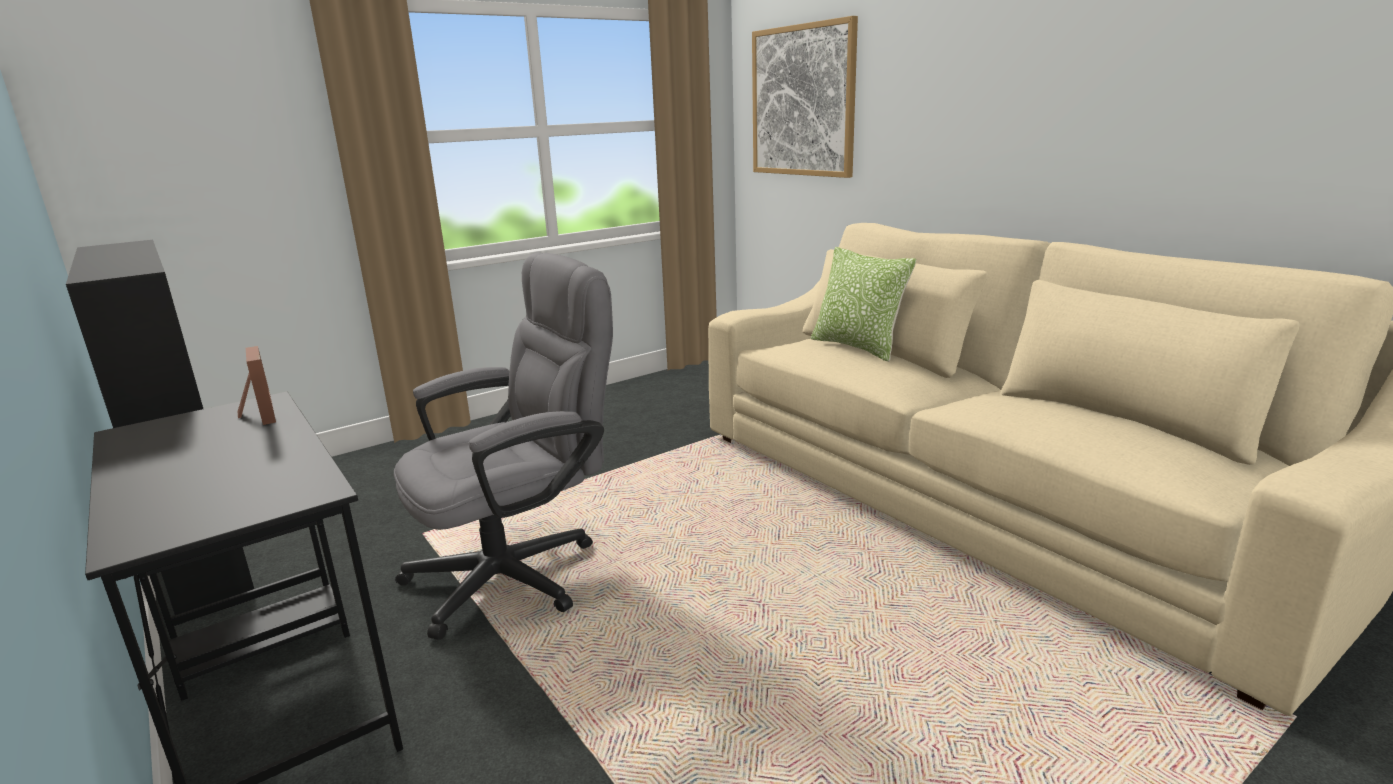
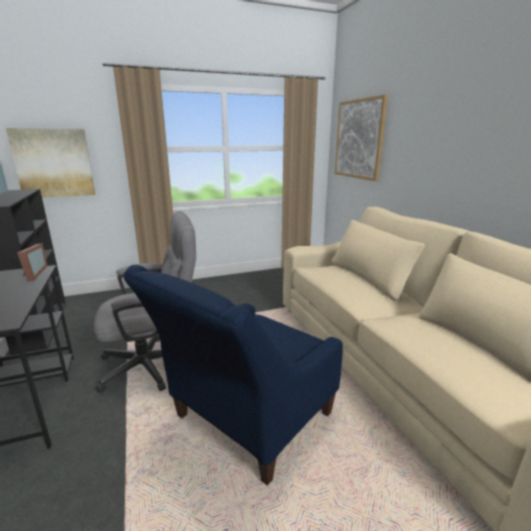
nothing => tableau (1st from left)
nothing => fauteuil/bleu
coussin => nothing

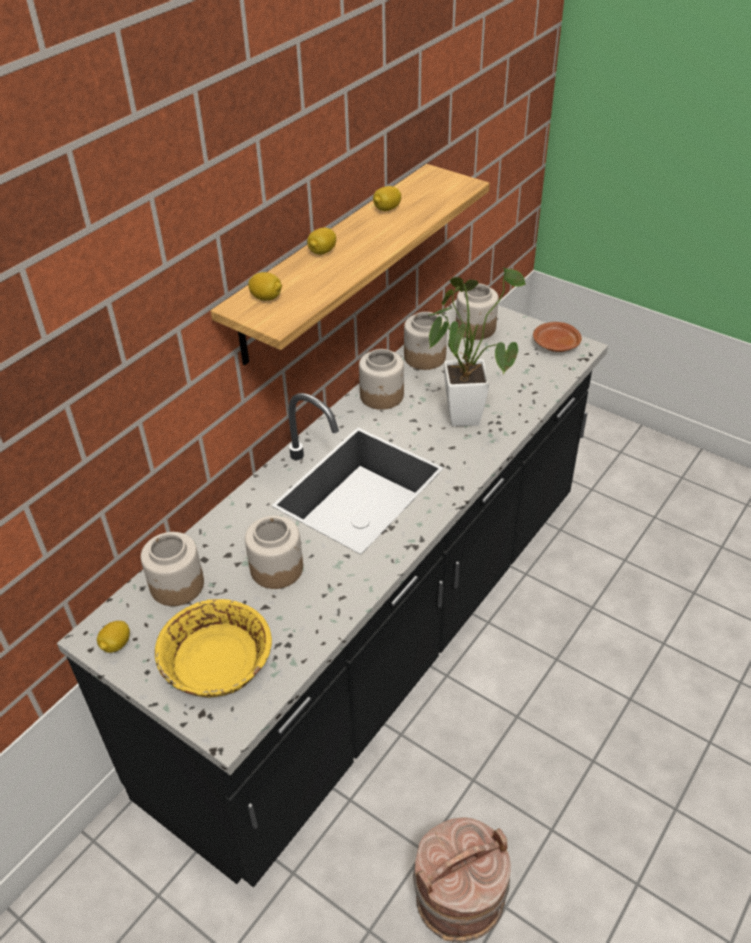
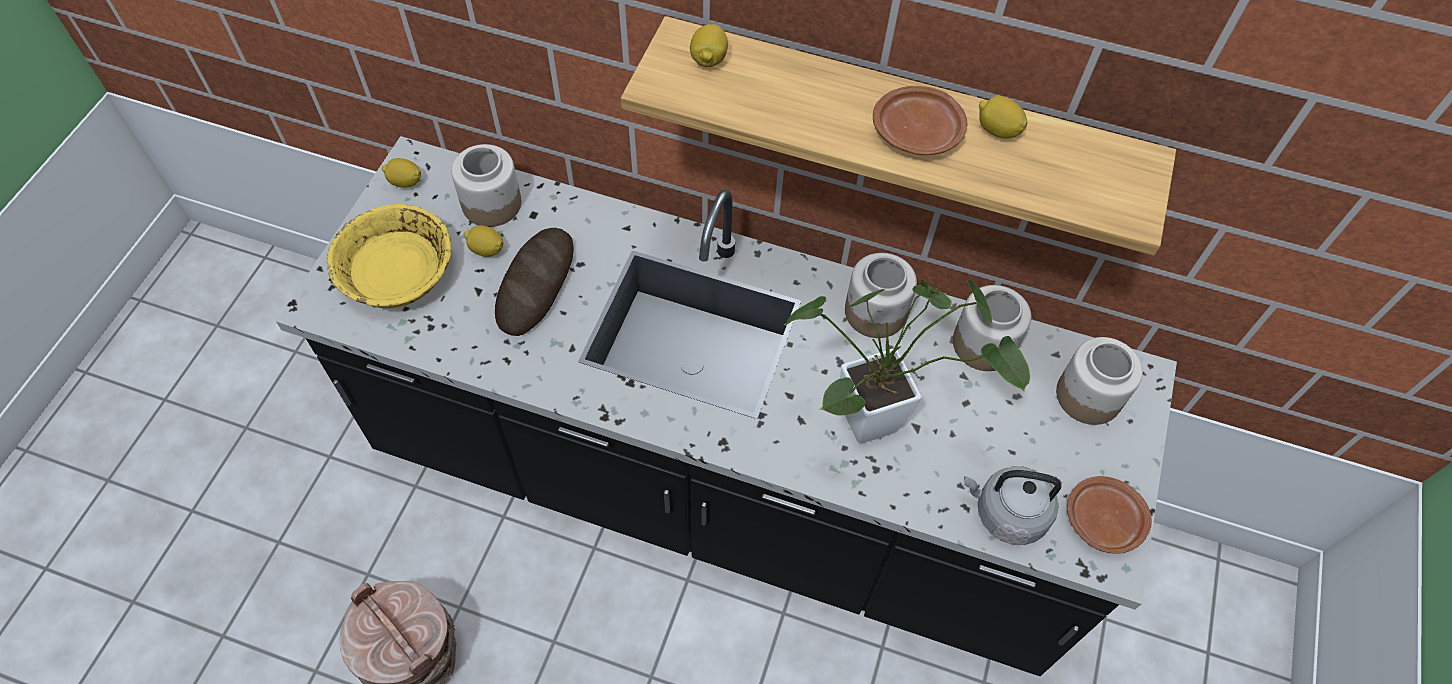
citron (3rd from left in the first image) => citron (2nd from left), moved
bocal (2nd from left) => pain
nothing => assiette/marron (1st from left)
nothing => bouilloire/gris

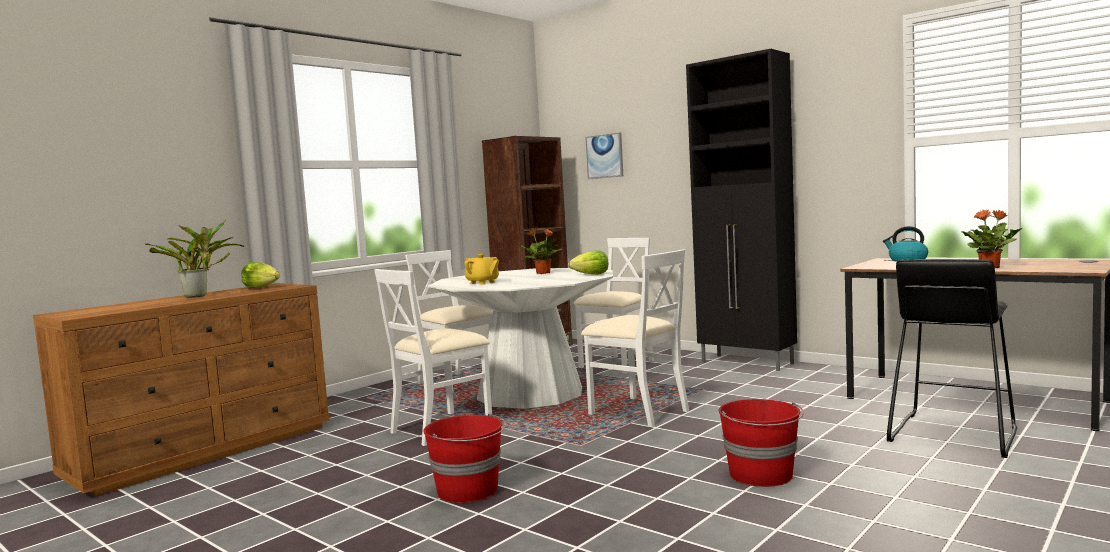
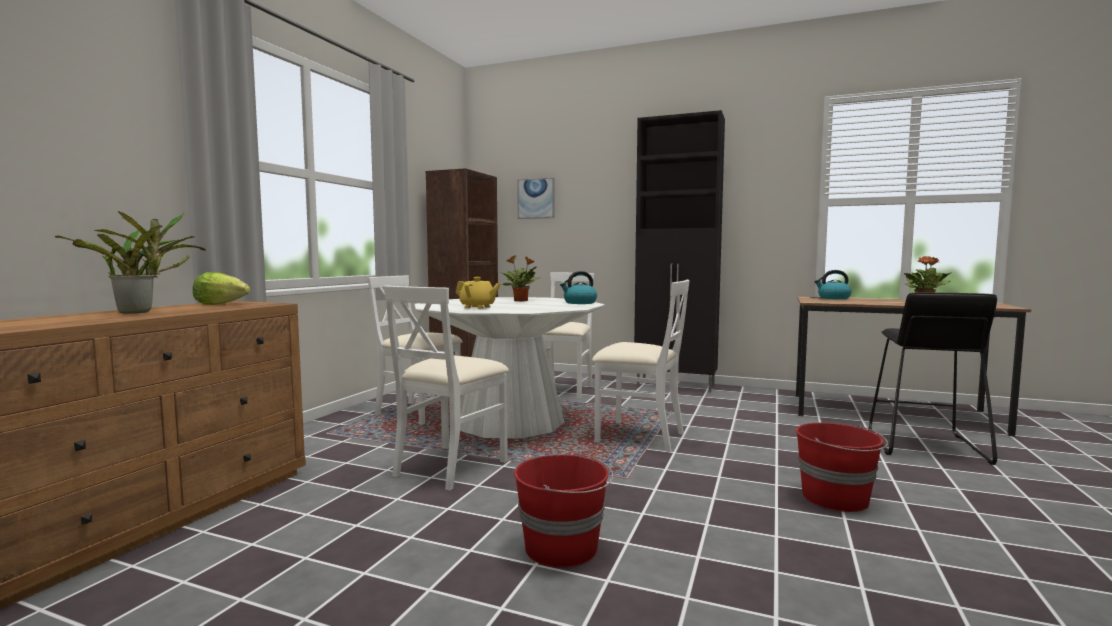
laitue (2nd from left) => bouilloire (1st from left)

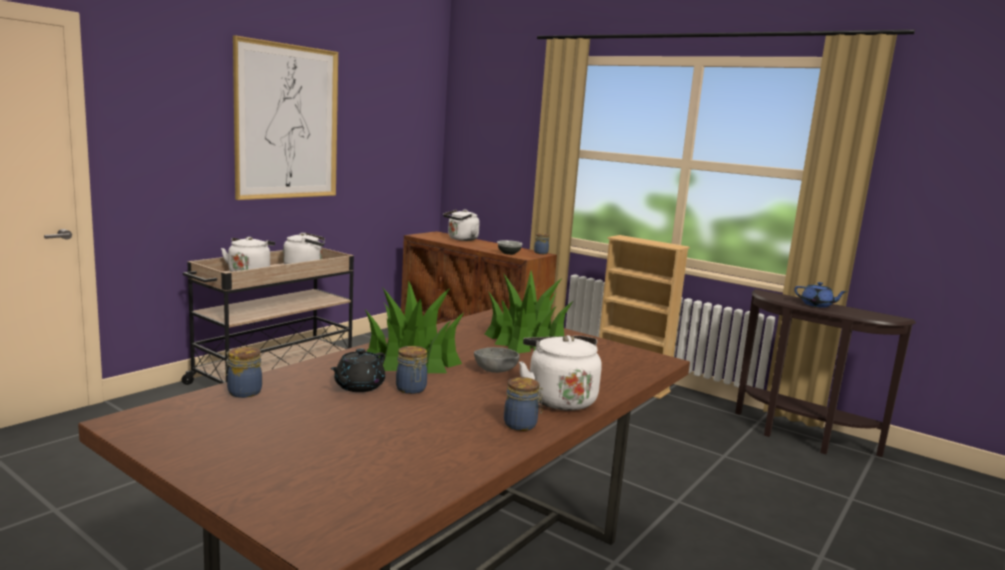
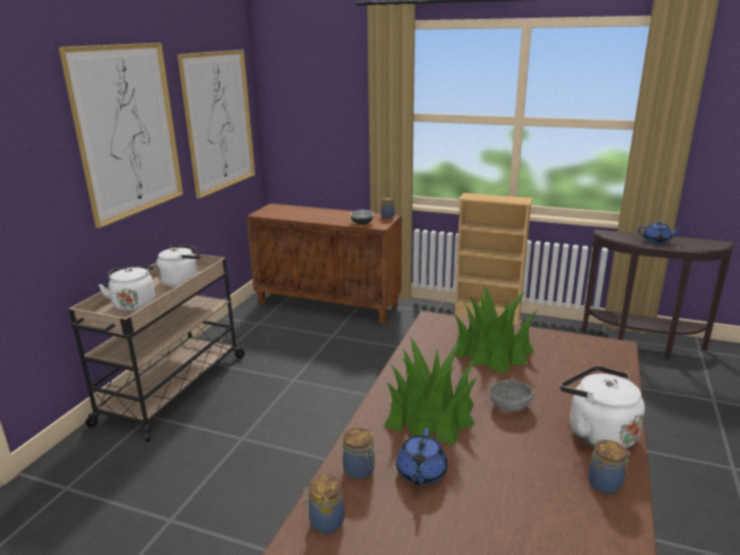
nothing => tableau (2nd from left)
bocal (2nd from left), moved
théière/noir => théière/bleu (1st from left)
bouilloire/blanc (3rd from left) => nothing

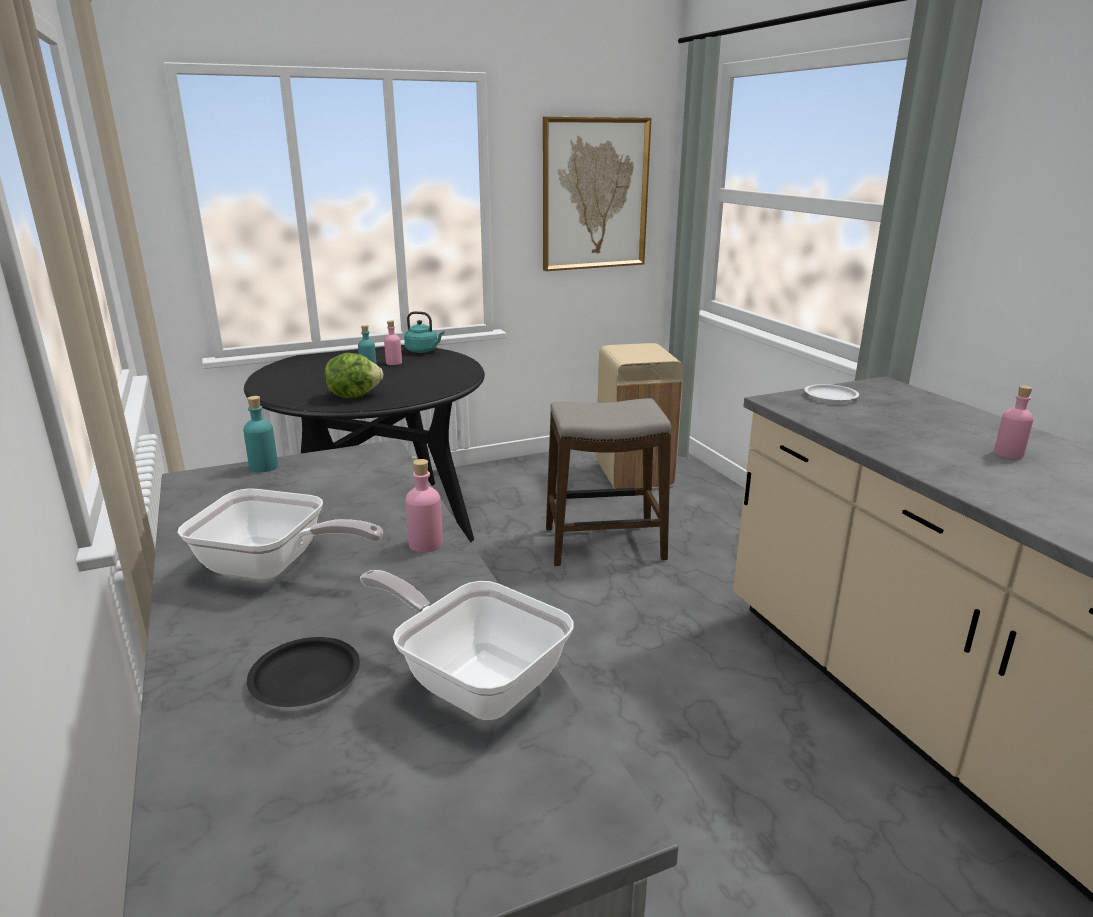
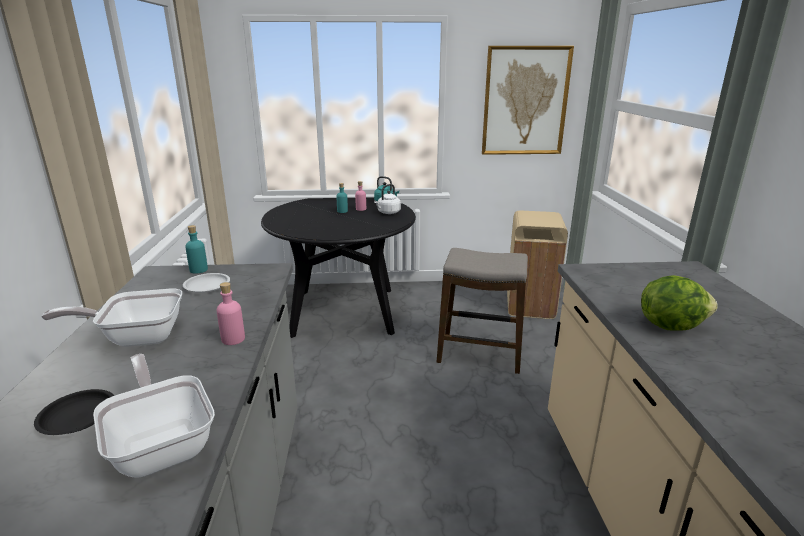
poêle (1st from left), 135 degrees clockwise
assiette/blanc, moved
nothing => bouilloire/blanc
laitue, moved
bouteille/rose (3rd from left) => nothing

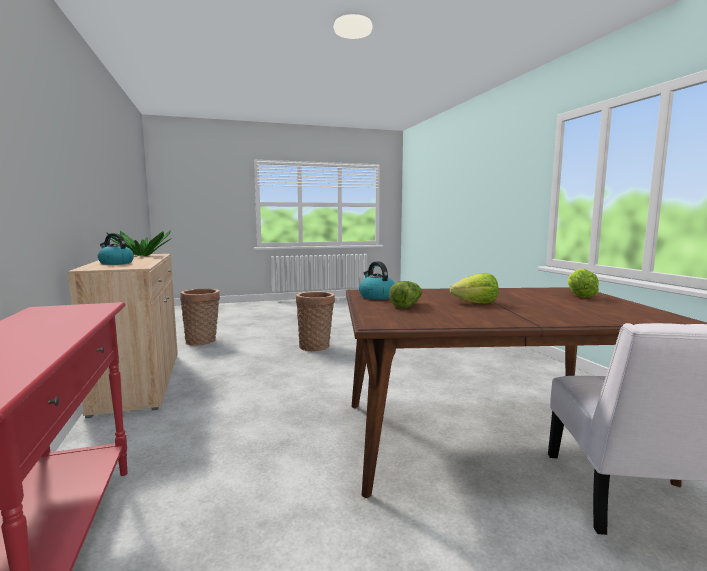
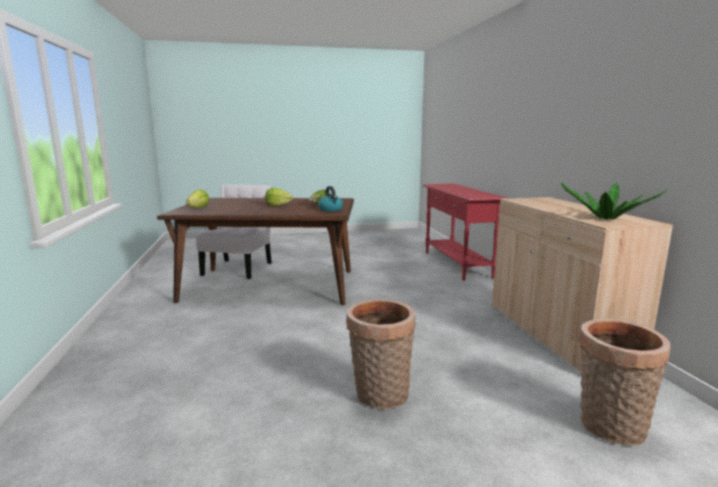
bouilloire (1st from left) => nothing

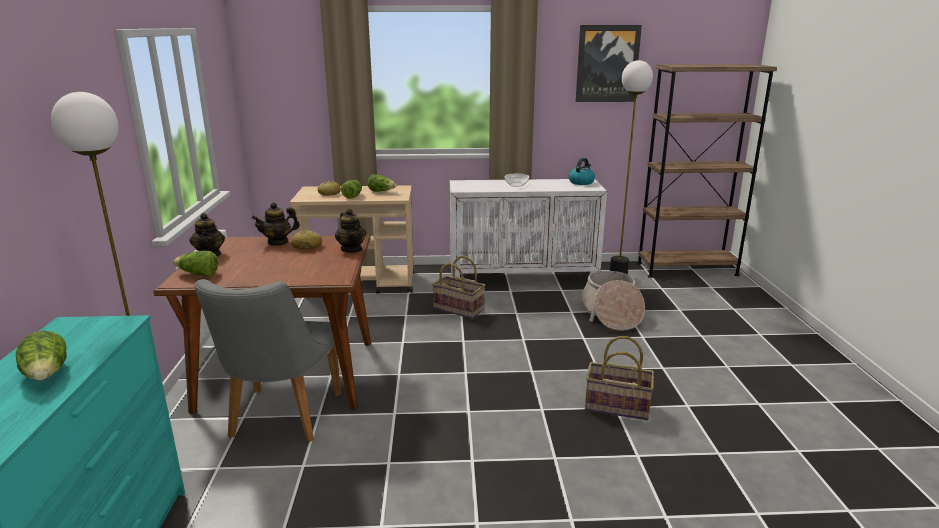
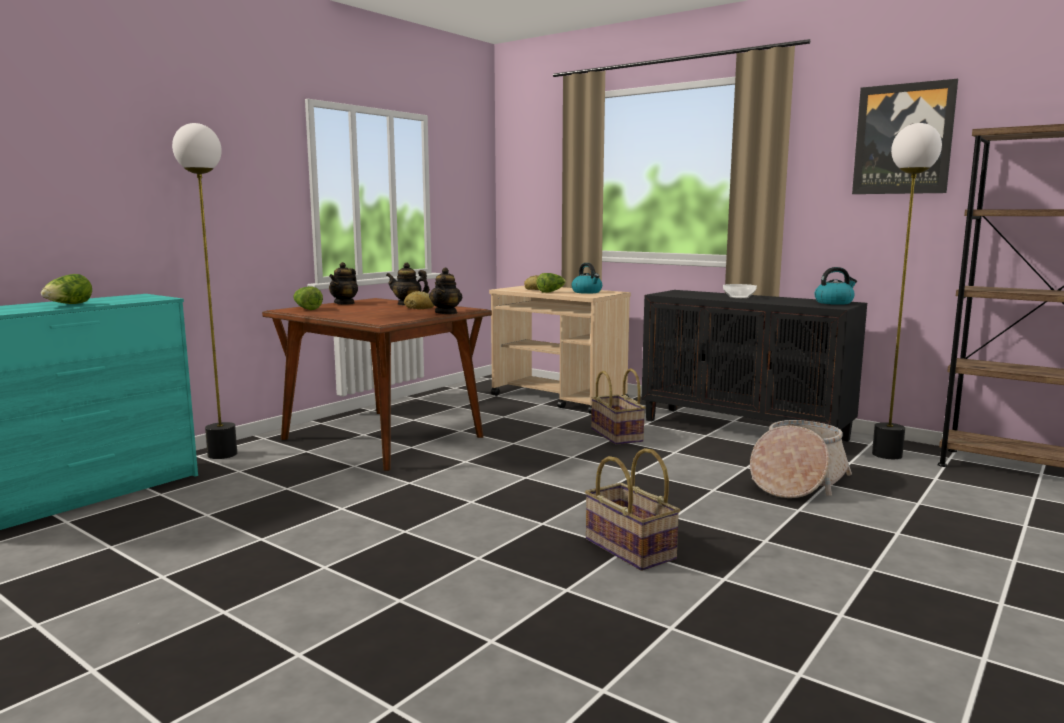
laitue (4th from left) => bouilloire (1st from left)
meuble de rangement/blanc => meuble de rangement/noir
chaise/gris => nothing

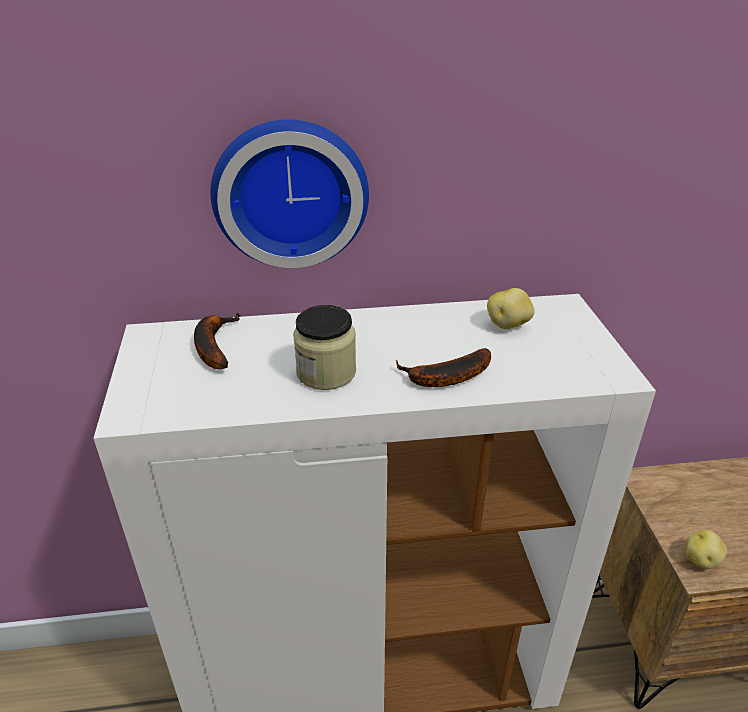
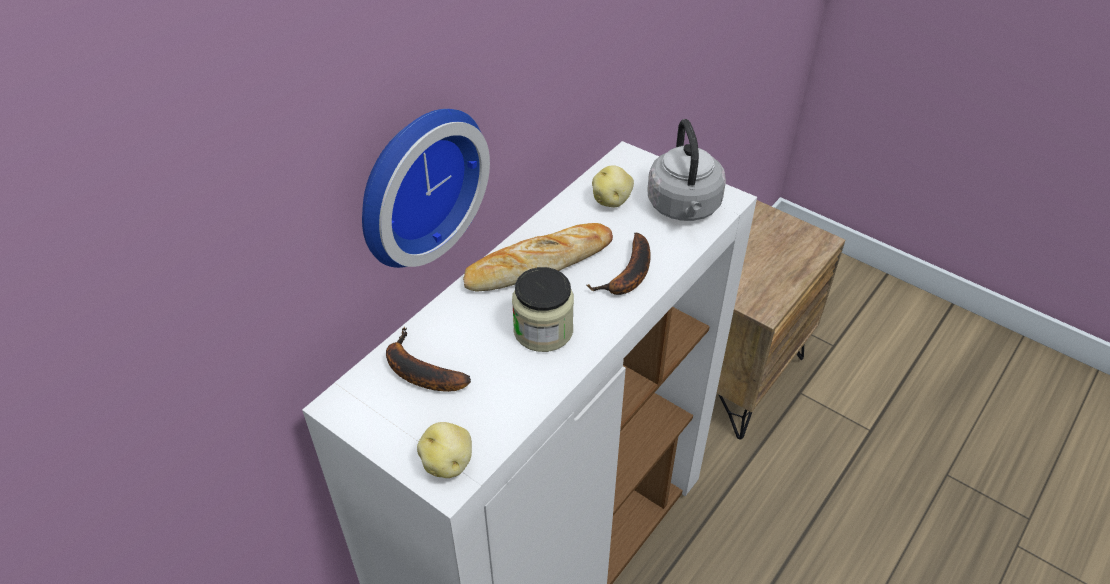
pomme de terre (2nd from left in the first image) => pomme de terre (1st from left), moved
nothing => pain
nothing => bouilloire/gris

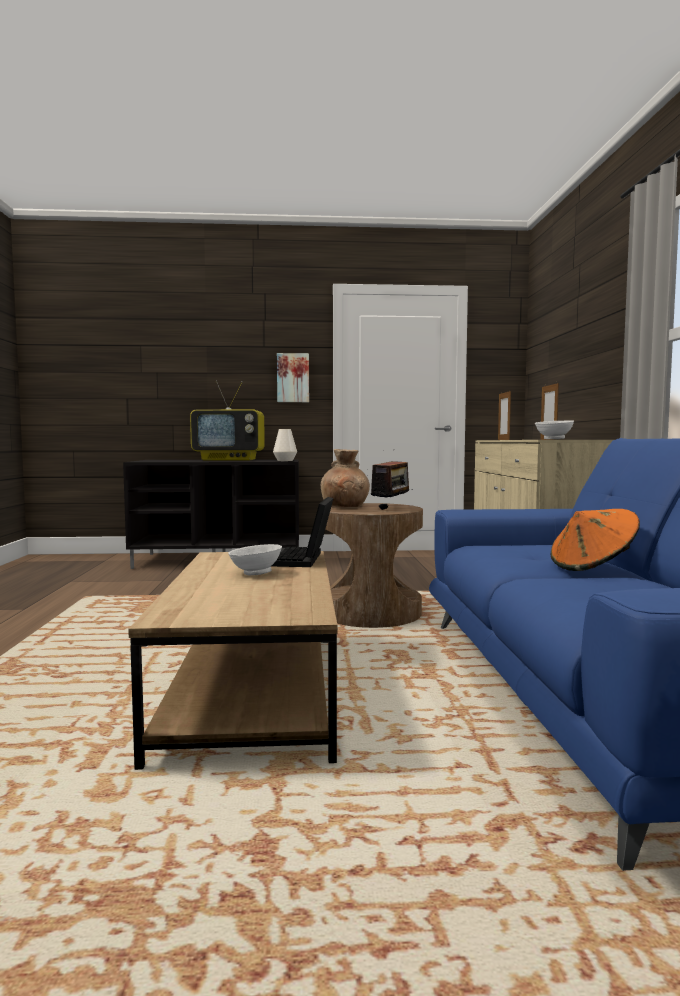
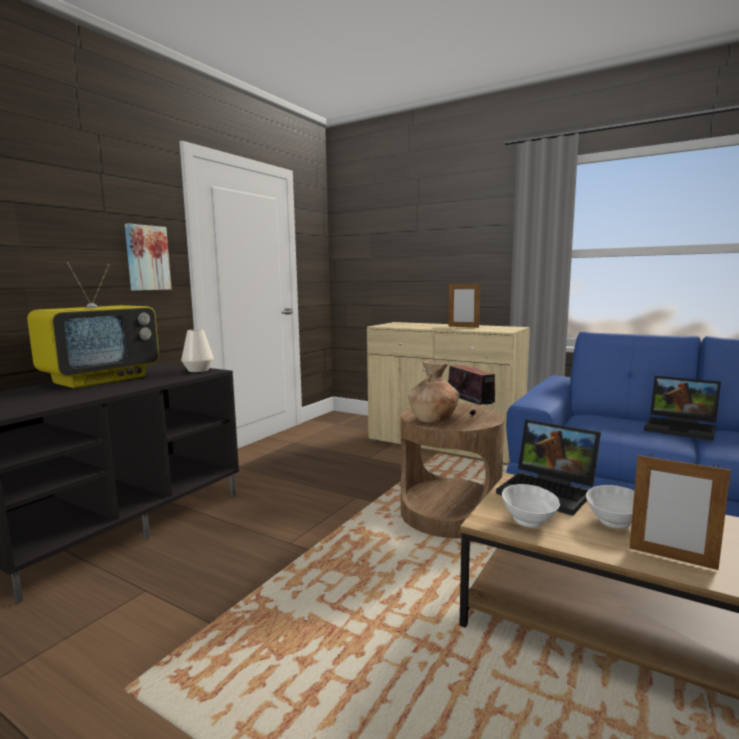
bol/blanc (2nd from left in the first image) => bol/blanc (1st from left), moved
cadre photo (1st from left in the first image) => cadre photo (2nd from left), moved
chapeau/orange => ordinateur portable (2nd from left)

